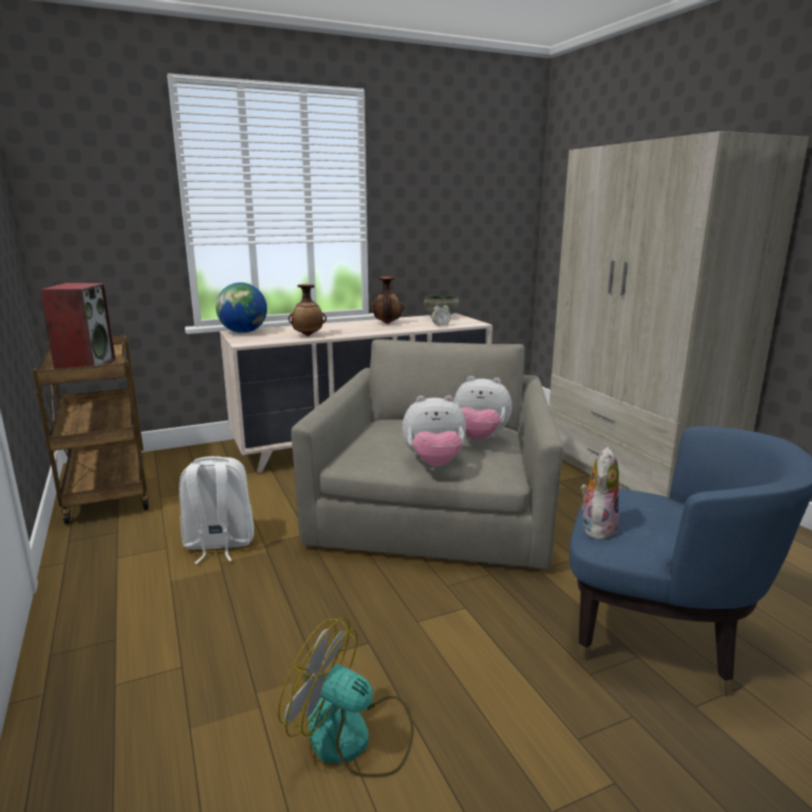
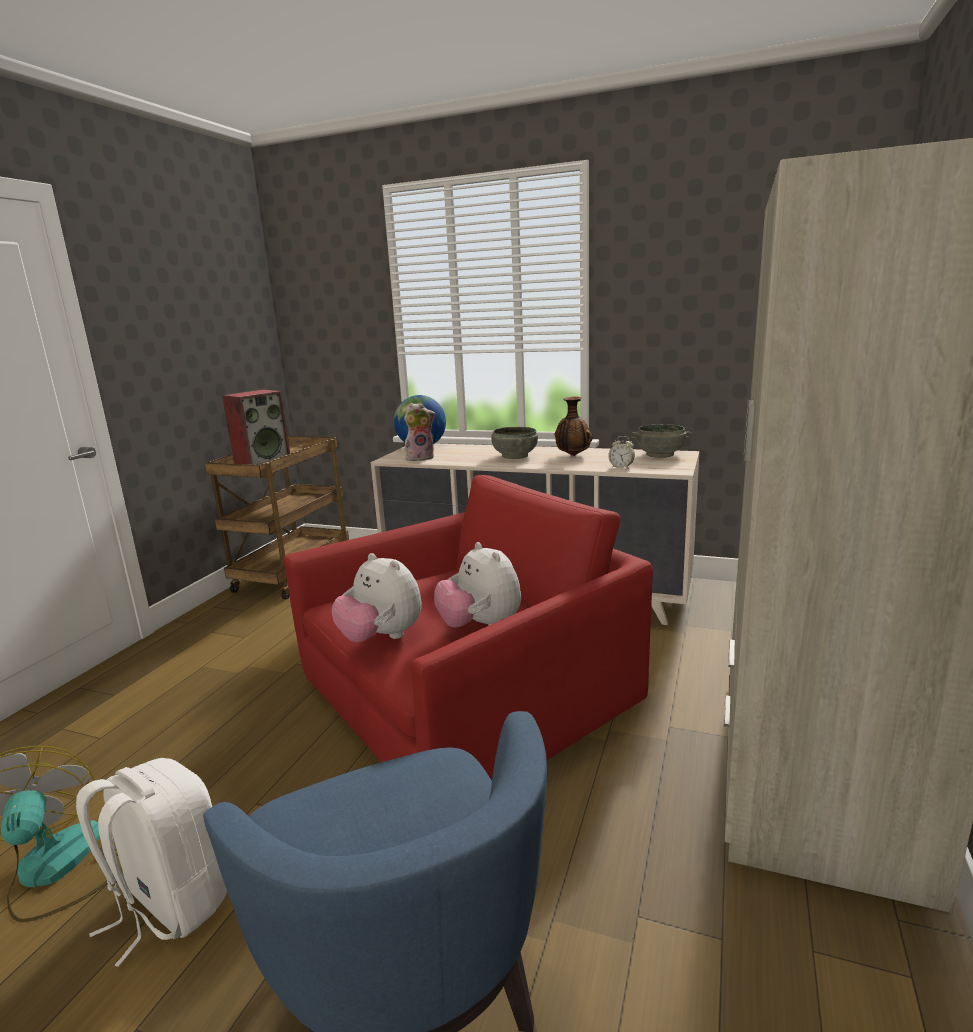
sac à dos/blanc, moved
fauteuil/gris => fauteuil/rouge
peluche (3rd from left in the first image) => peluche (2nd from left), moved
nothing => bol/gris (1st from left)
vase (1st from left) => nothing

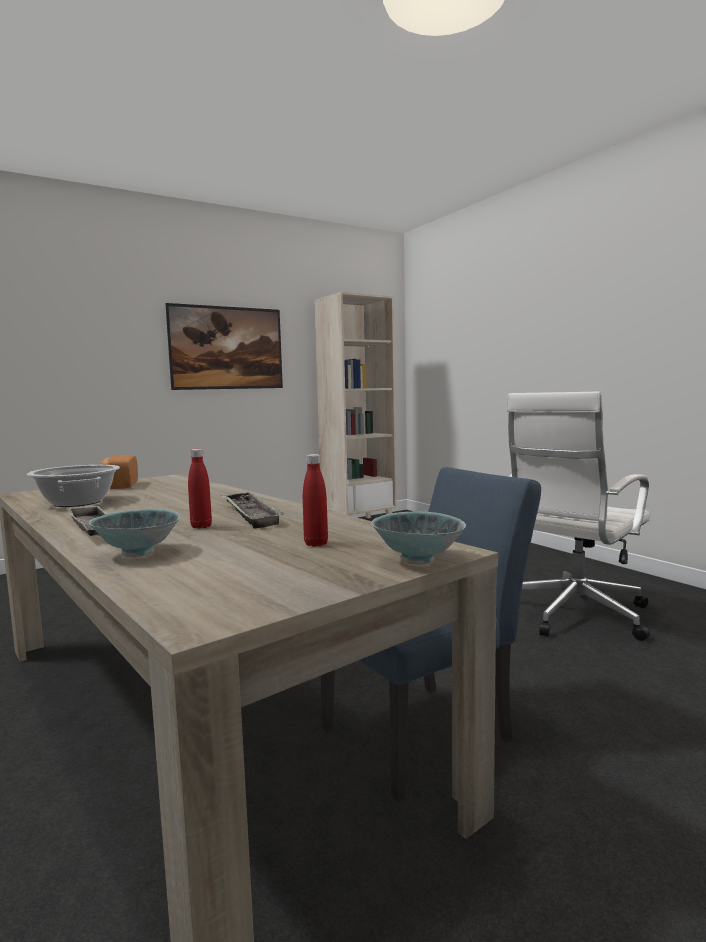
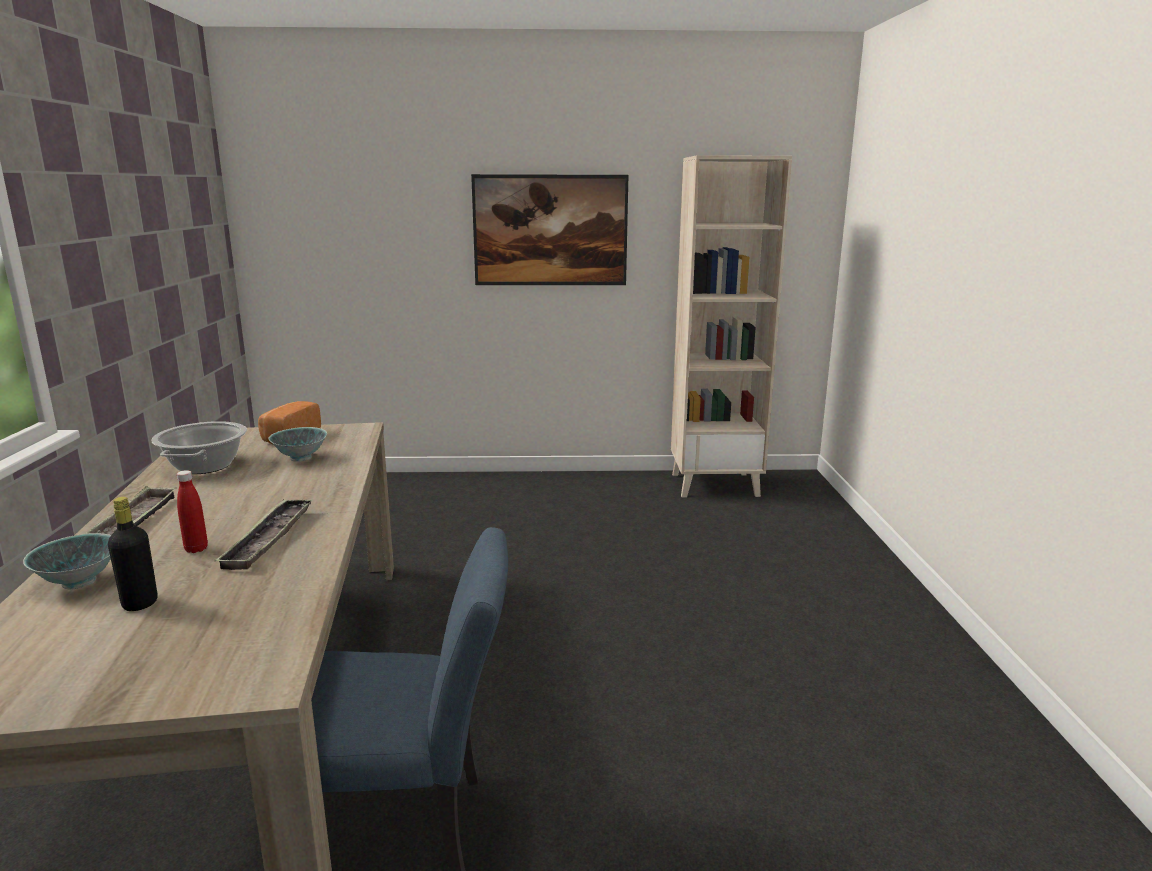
nothing => bouteille/noir
bol (2nd from left), moved
bouteille/rouge (2nd from left) => nothing
chaise de bureau/blanc => nothing

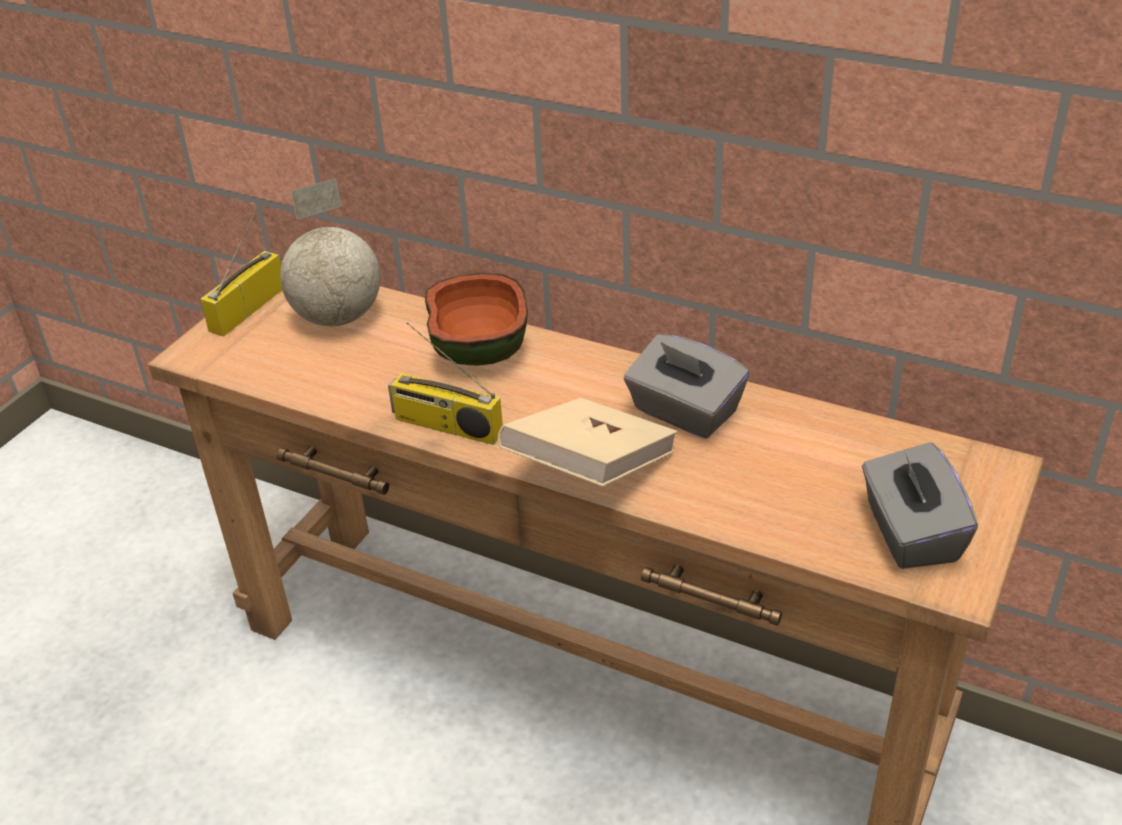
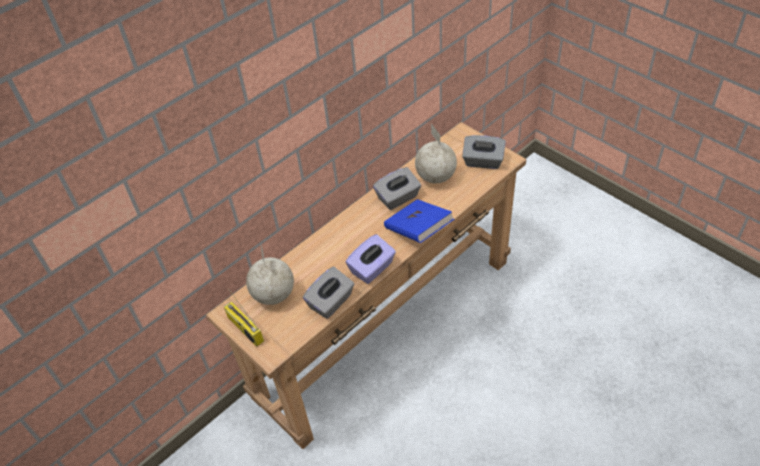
nothing => boîte à mouchoirs/gris (1st from left)
radio (2nd from left) => boîte à mouchoirs/violet
livre/beige => livre/bleu
nothing => globe (2nd from left)
bol => nothing

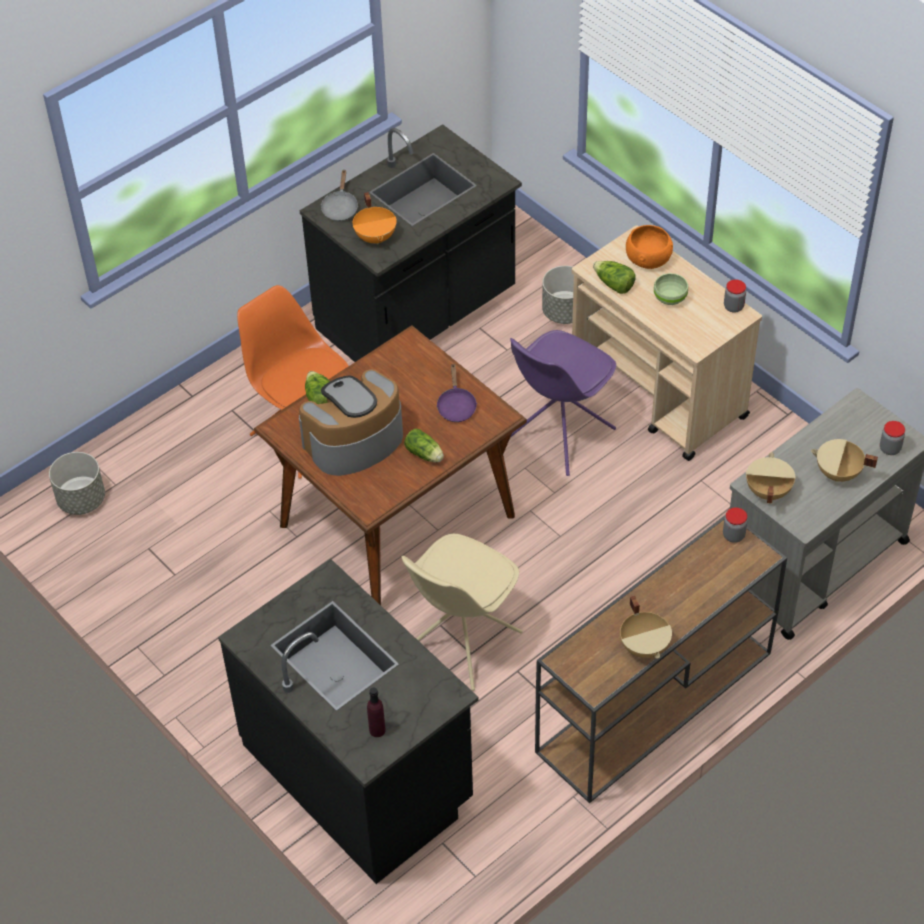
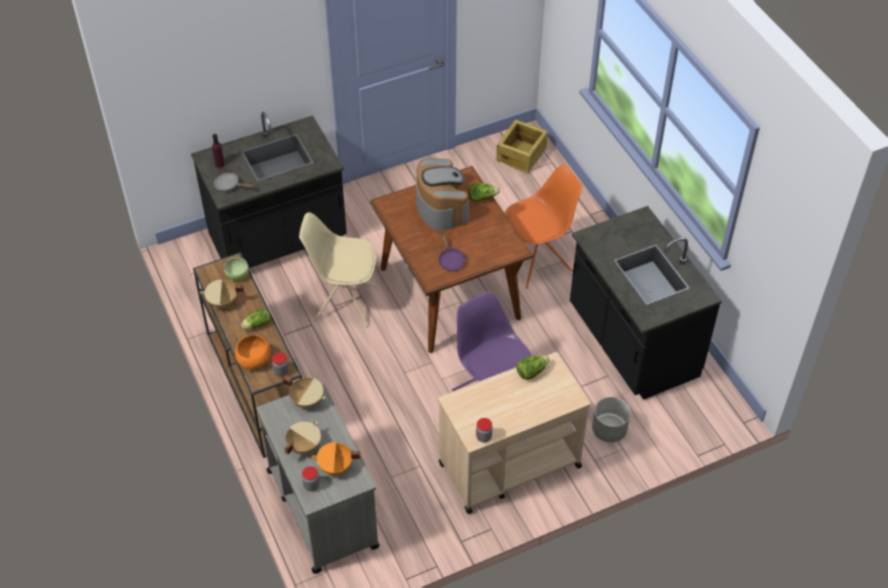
poêle/gris, moved
bol/vert, moved
bol/orange, moved
laitue (2nd from left in the first image) => laitue (1st from left), moved
chaise/beige, 45 degrees counterclockwise
marmite/orange, moved
poêle/violet, 120 degrees counterclockwise
cache-pot/gris (1st from left) => caisse

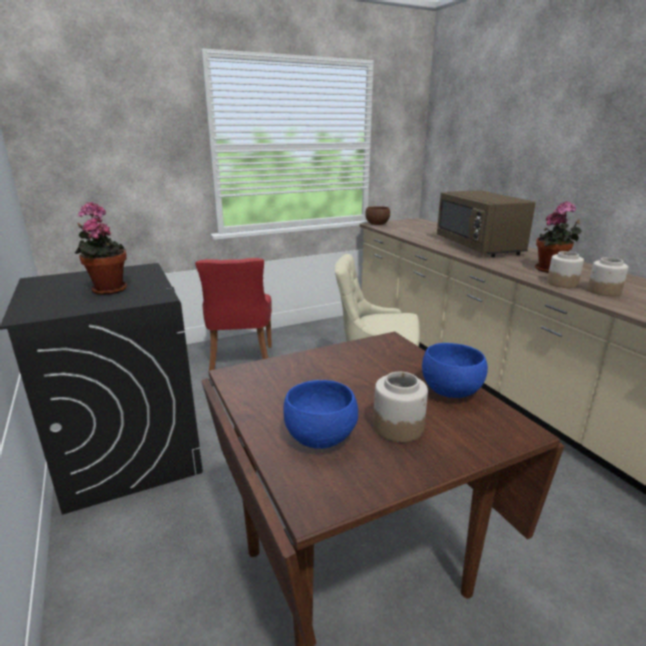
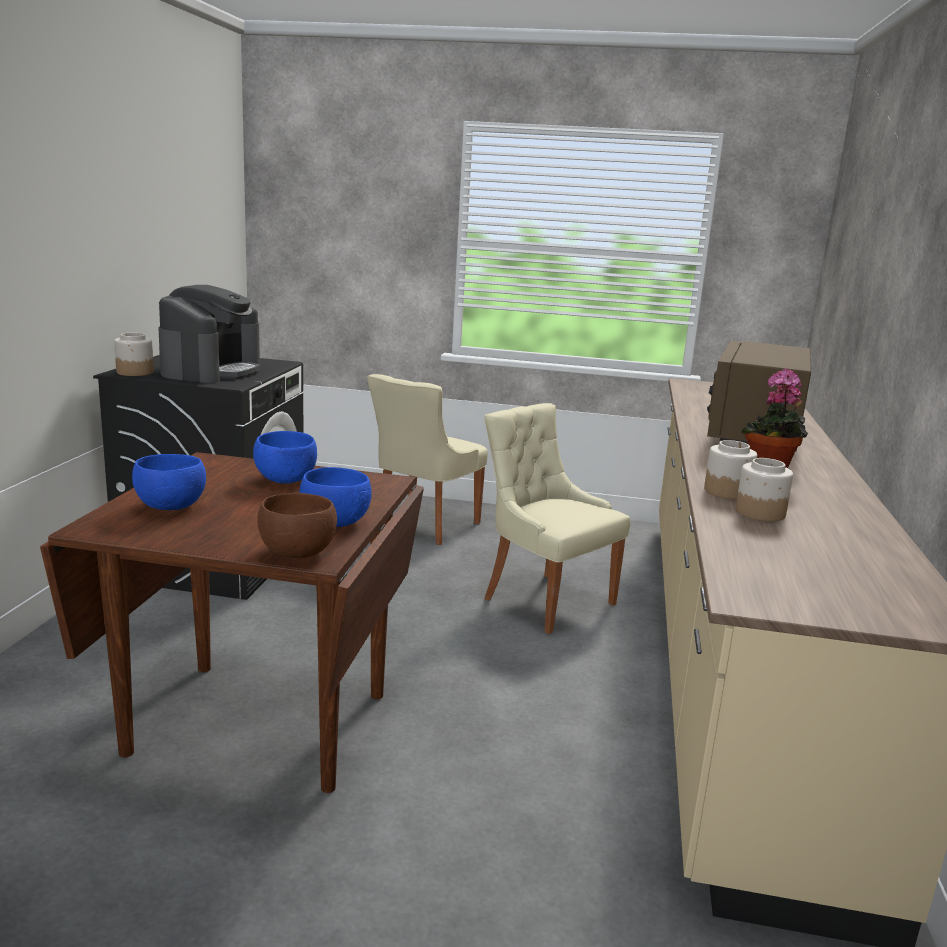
bocal (1st from left), moved
plante en pot (1st from left) => machine à café
nothing => bol/bleu (2nd from left)
bol/marron, moved
chaise/rouge => chaise/beige (1st from left)

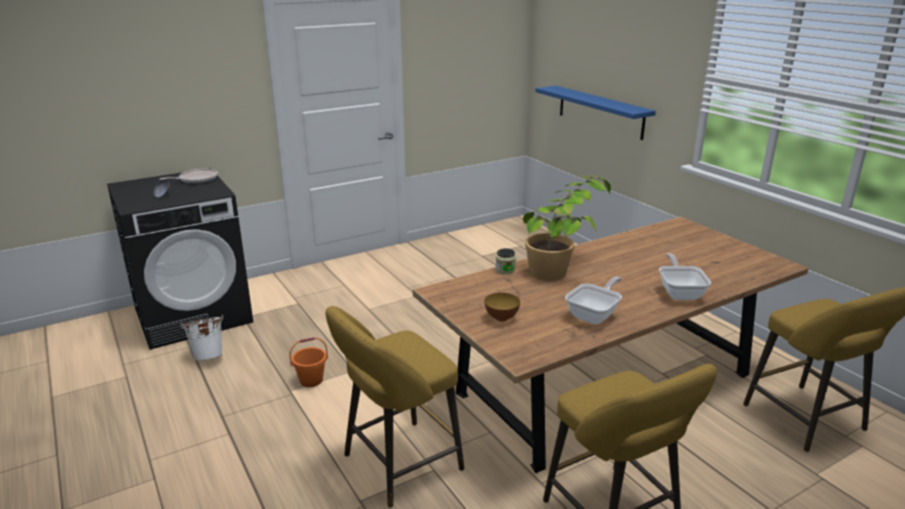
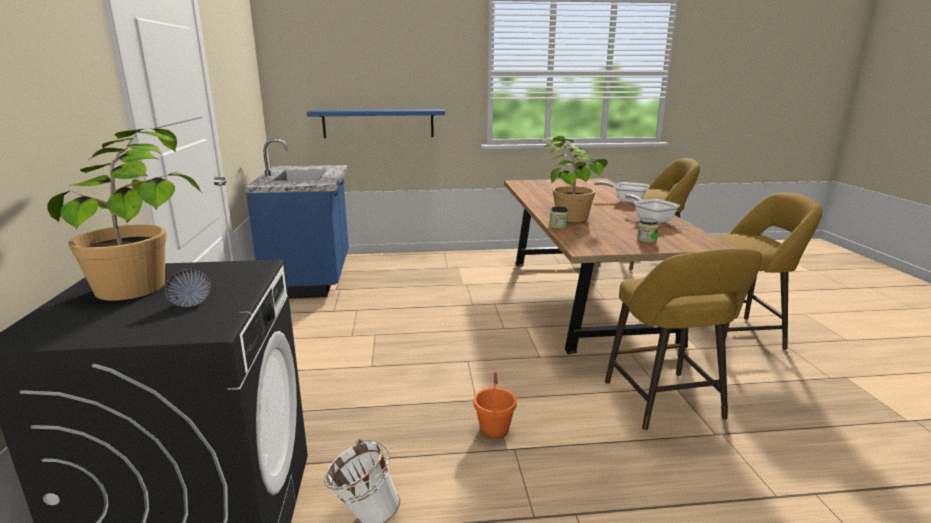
poêle (1st from left) => plante en pot (1st from left)
nothing => comptoir de cuisine/bleu
bol (2nd from left) => bocal (2nd from left)

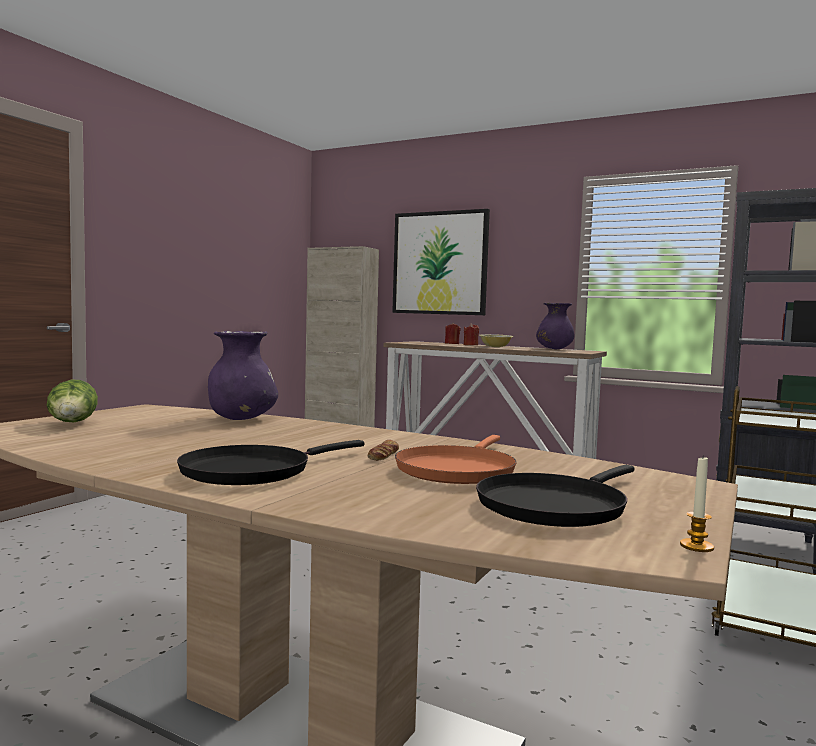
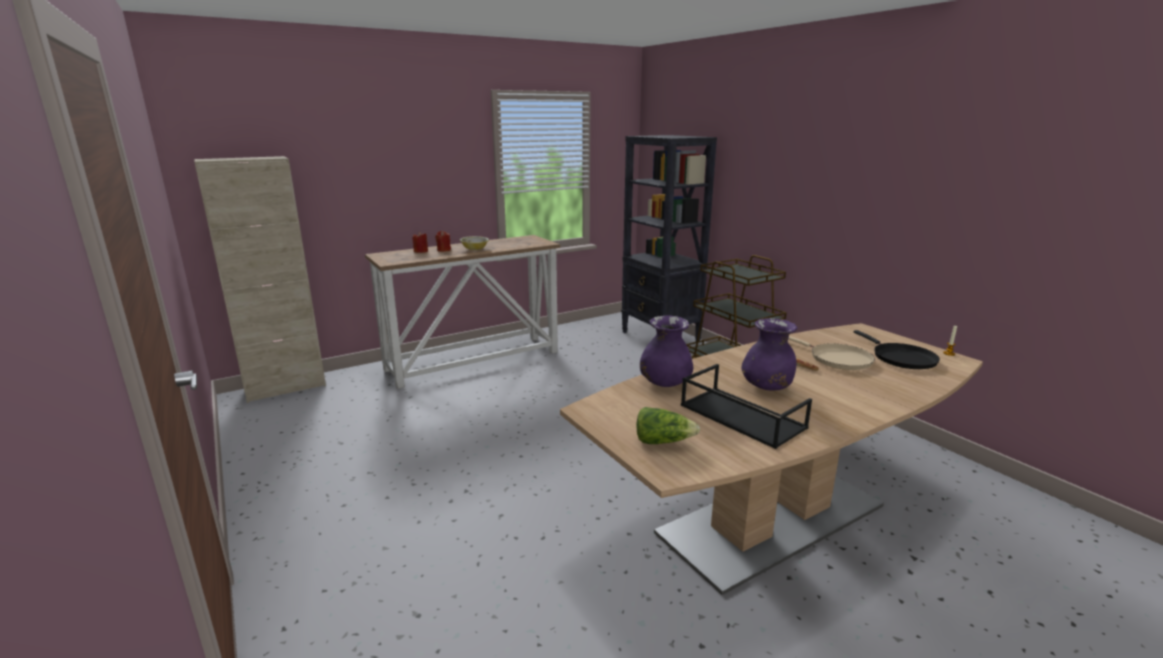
nothing => plateau/noir
vase/violet (2nd from left), moved
poêle/orange => poêle/beige
poêle/noir (1st from left) => nothing
tableau => nothing

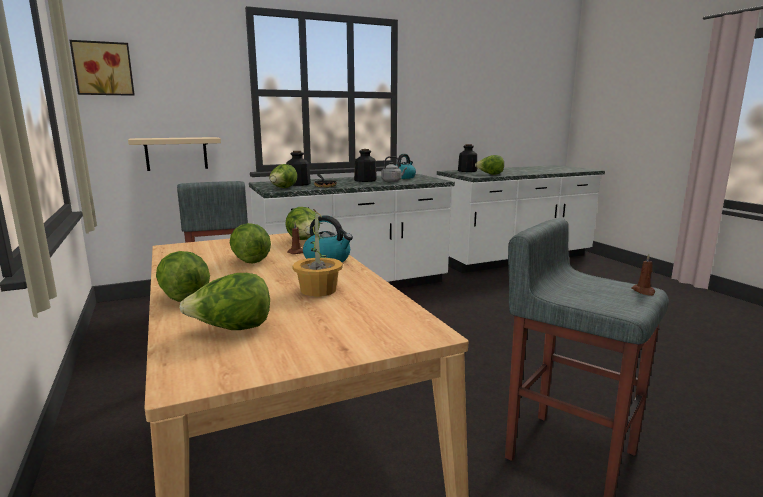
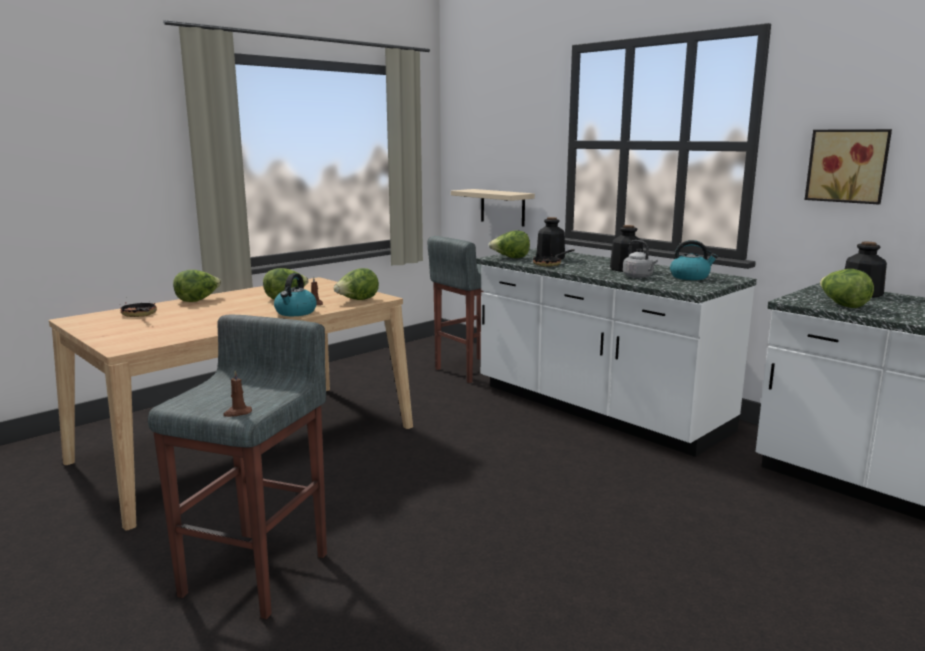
laitue (2nd from left) => poêle (1st from left)
tableau, moved
plante en pot => nothing

